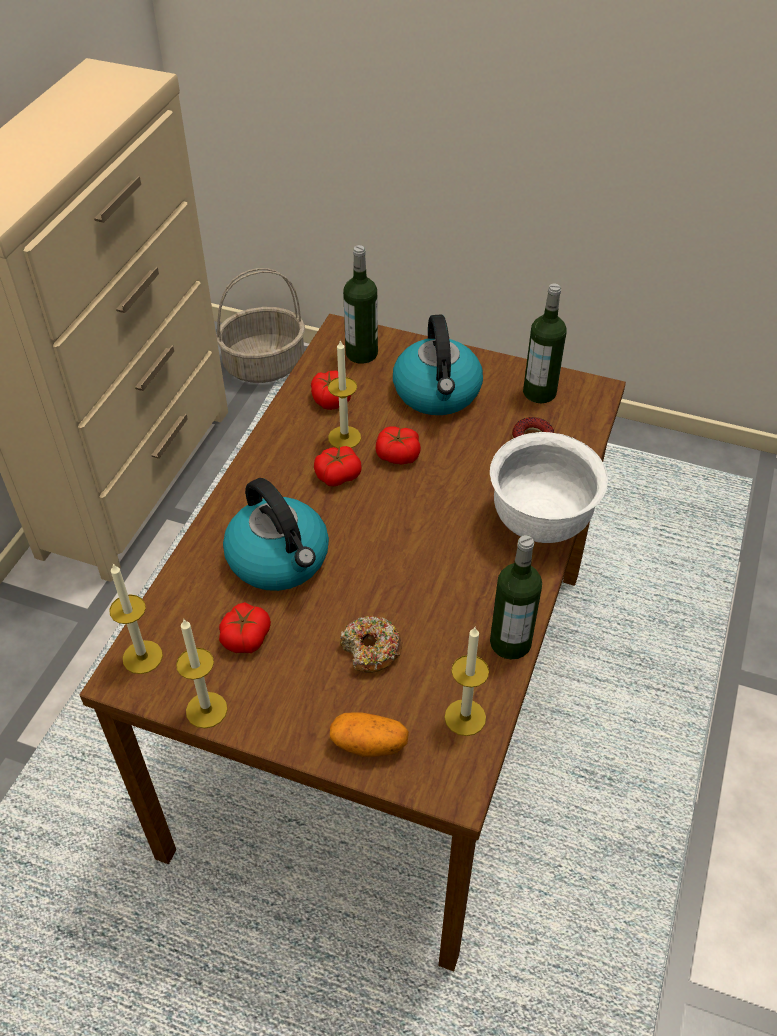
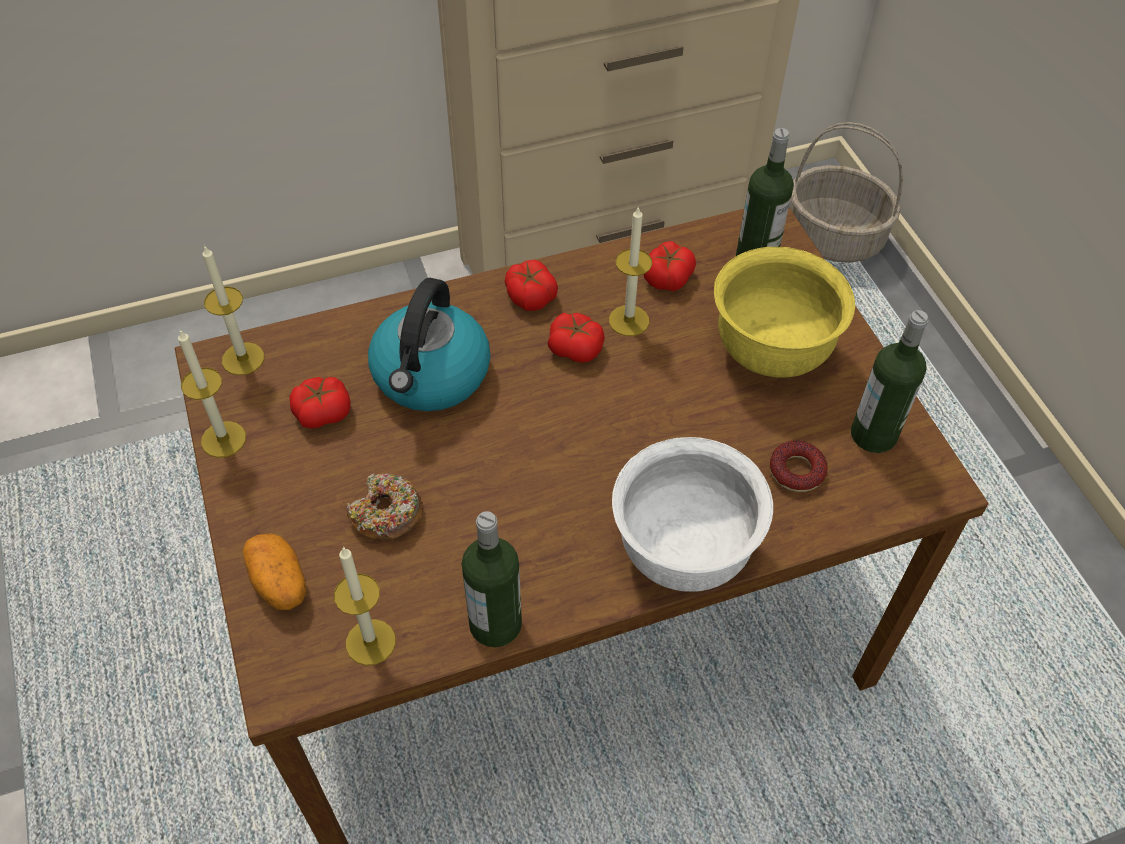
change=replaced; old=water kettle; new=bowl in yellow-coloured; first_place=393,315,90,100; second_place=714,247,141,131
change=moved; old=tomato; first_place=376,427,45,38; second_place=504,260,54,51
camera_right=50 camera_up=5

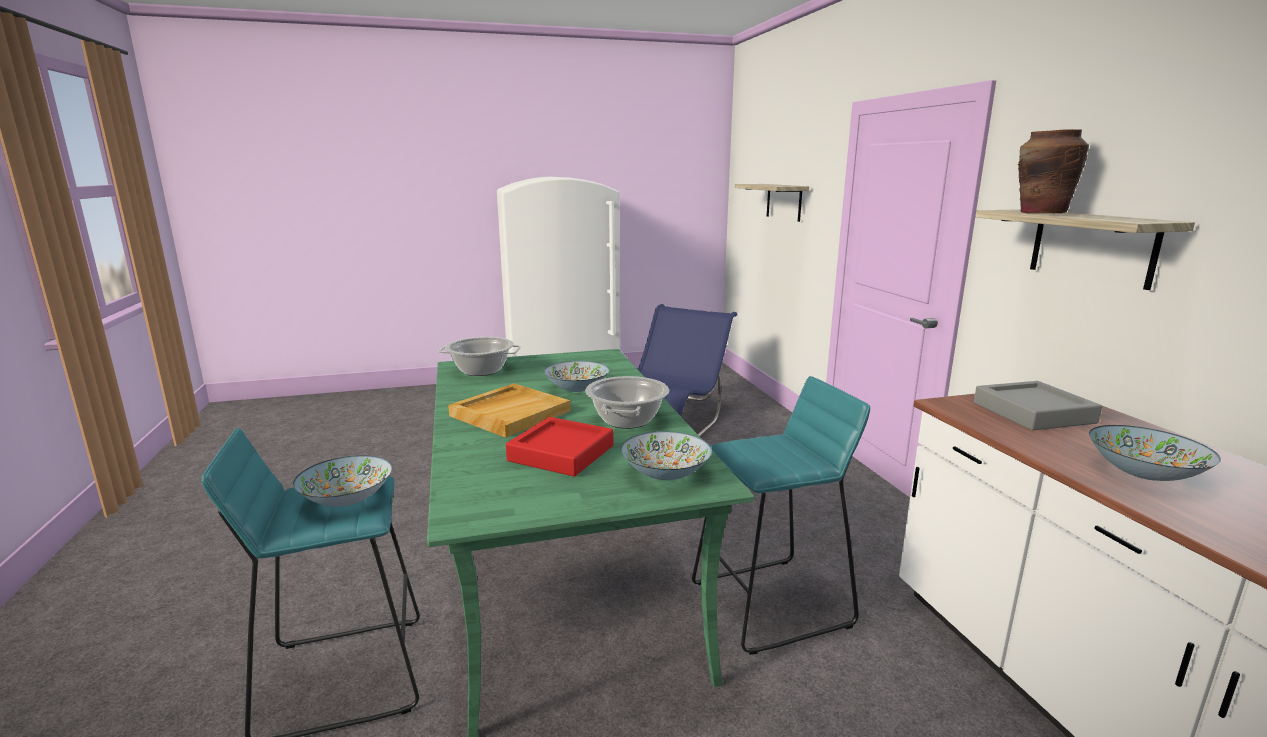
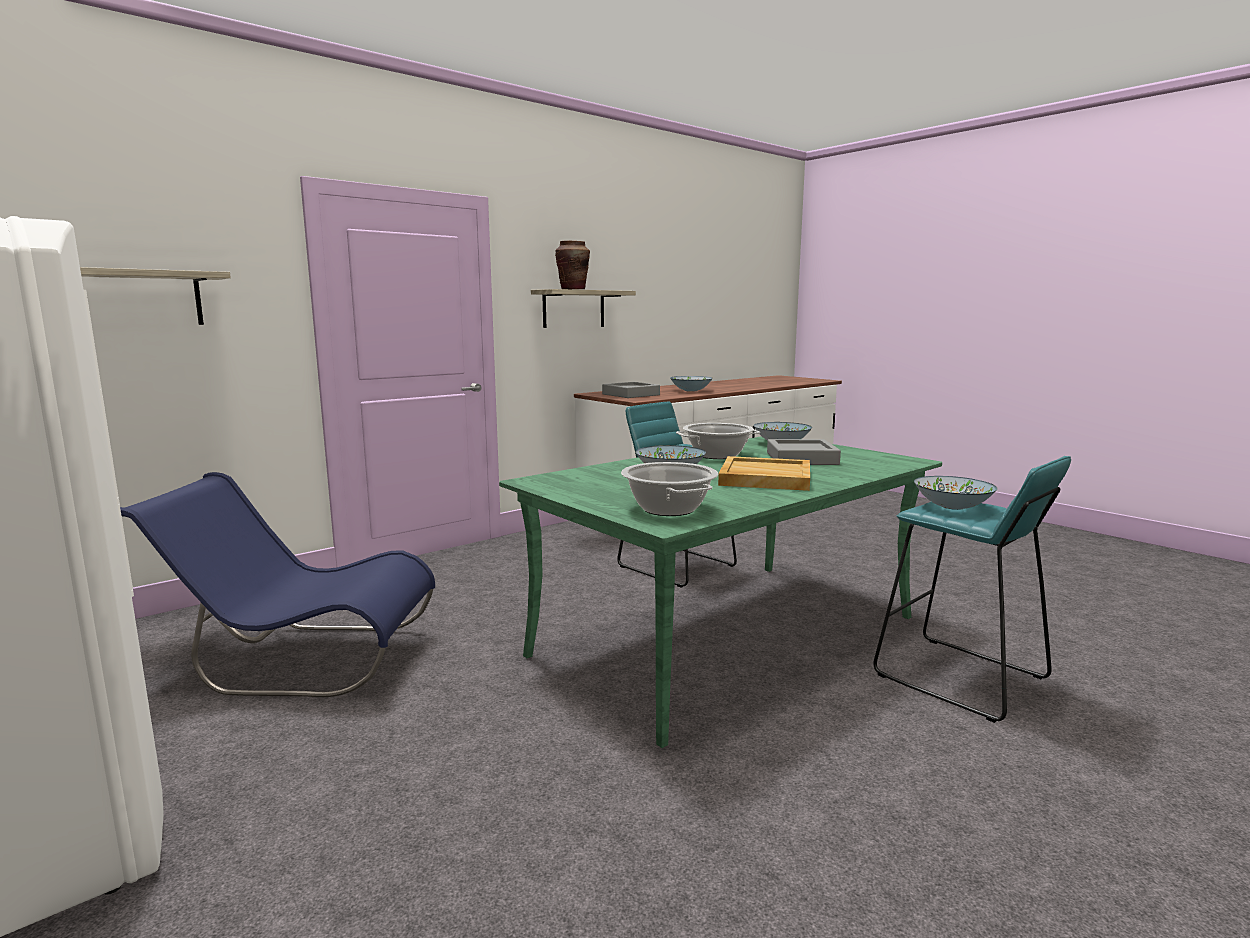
change=recoloured; old=tray in red-coloured; new=tray in greyish; first_place=506,417,107,60; second_place=767,439,74,26
camera_right=-115 camera_up=-5

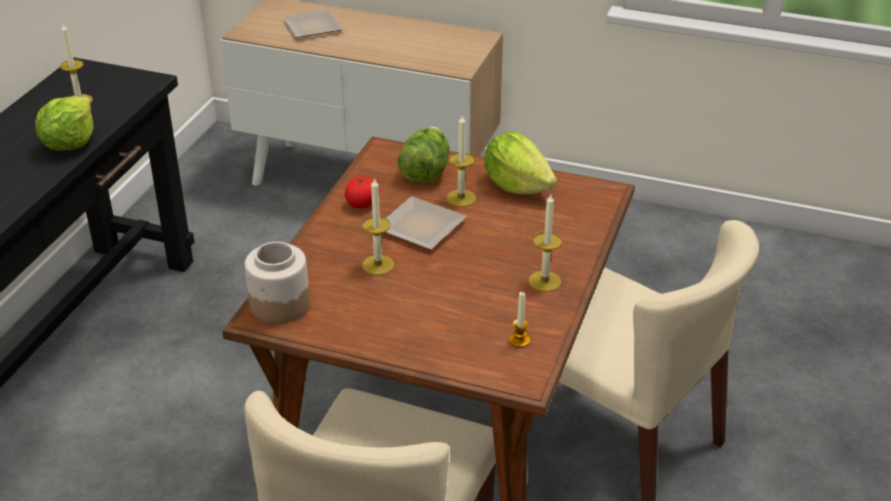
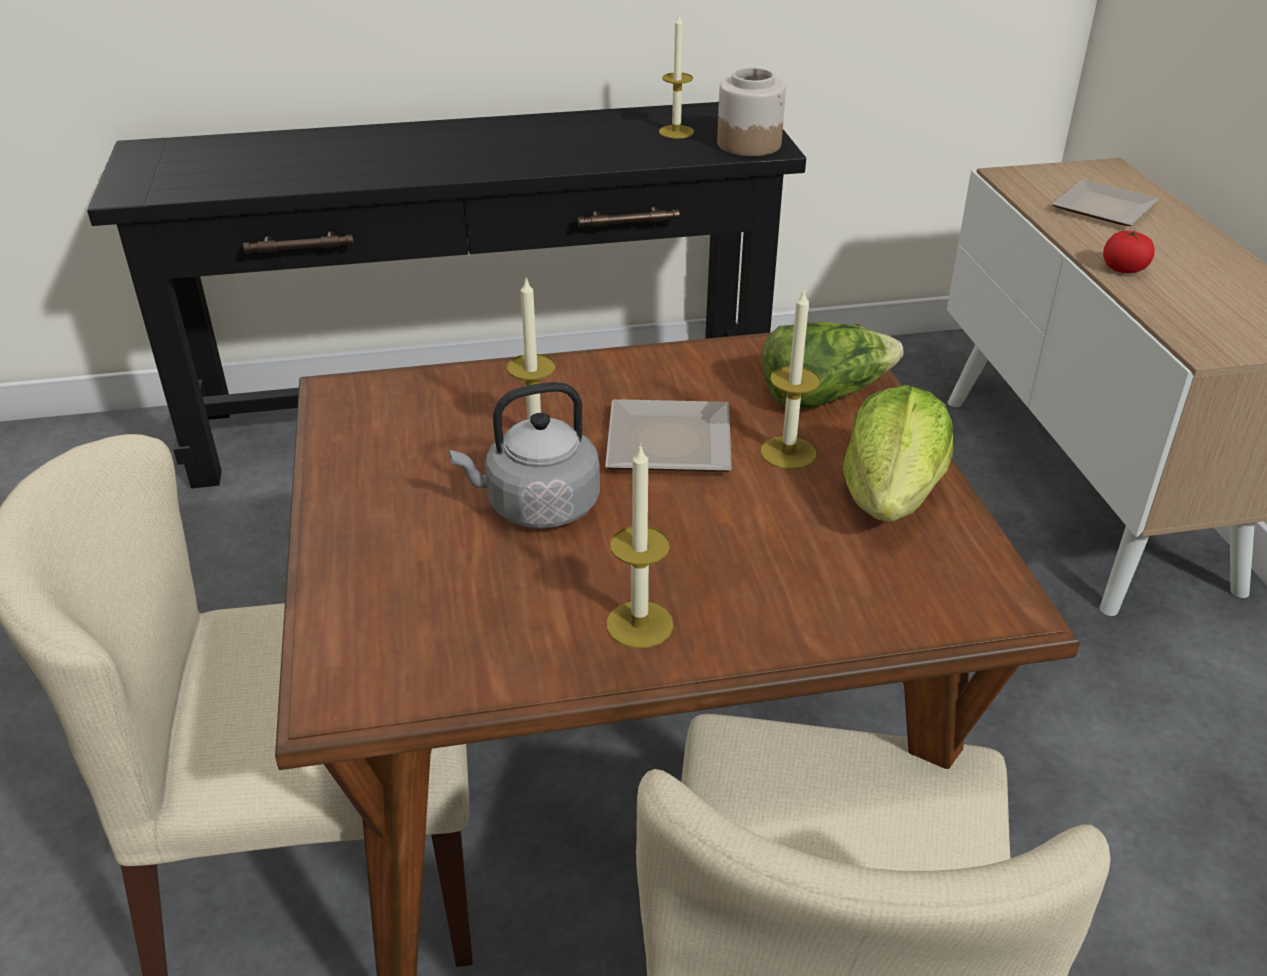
change=removed; old=head of lettuce; first_place=35,96,59,55
change=moved; old=tomato; first_place=345,177,35,32; second_place=1103,231,52,42
change=moved; old=preserve jar; first_place=245,242,65,82; second_place=717,68,69,88
change=removed; old=candle; first_place=509,292,21,56
change=added; new=water kettle in greyish; second_place=448,382,152,146
camera_right=60 camera_up=0

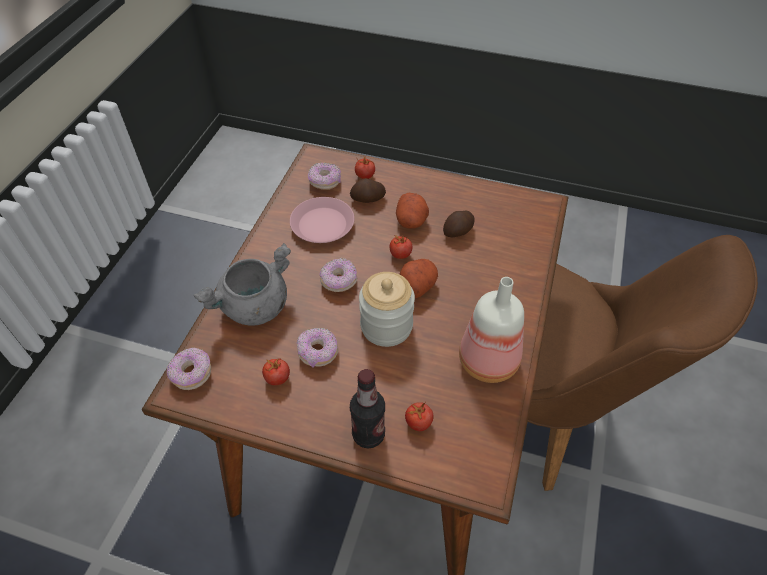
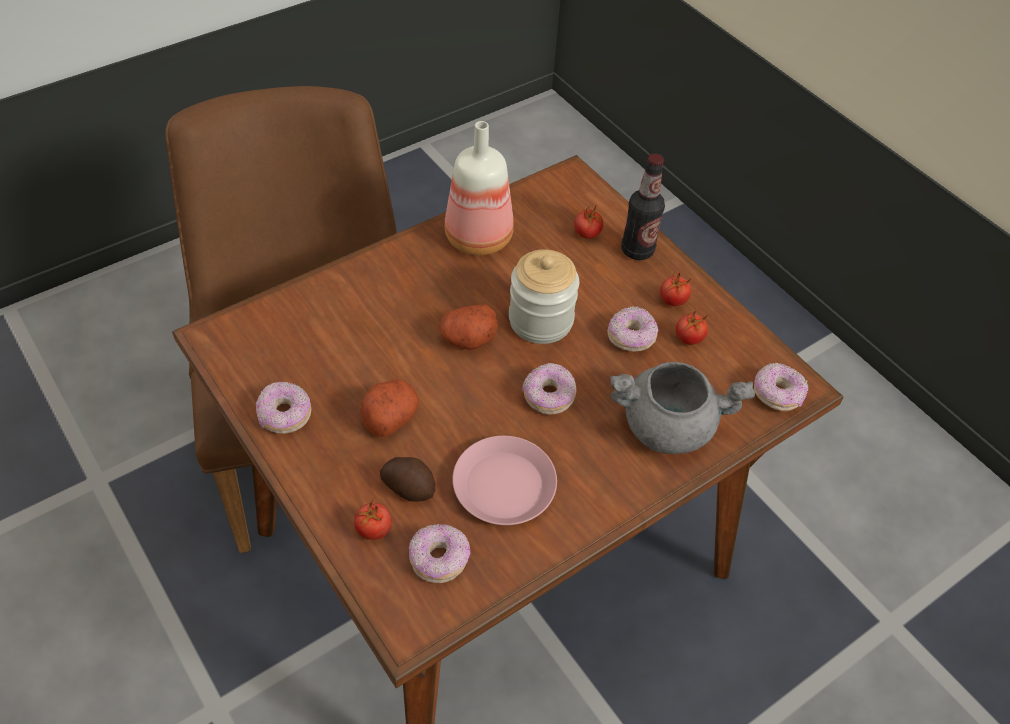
change=removed; old=potato; first_place=443,211,32,26
change=moved; old=tomato; first_place=389,235,23,24; second_place=660,270,31,36
change=added; new=ring doughnut; second_place=256,382,55,52
camera_right=-145 camera_up=0

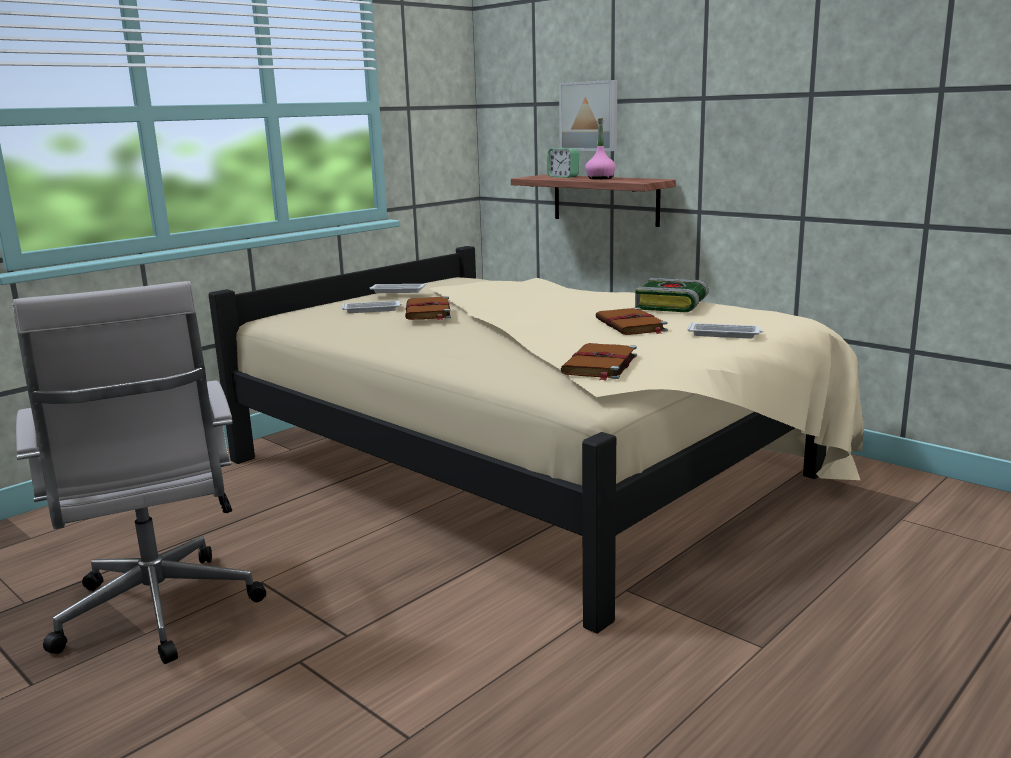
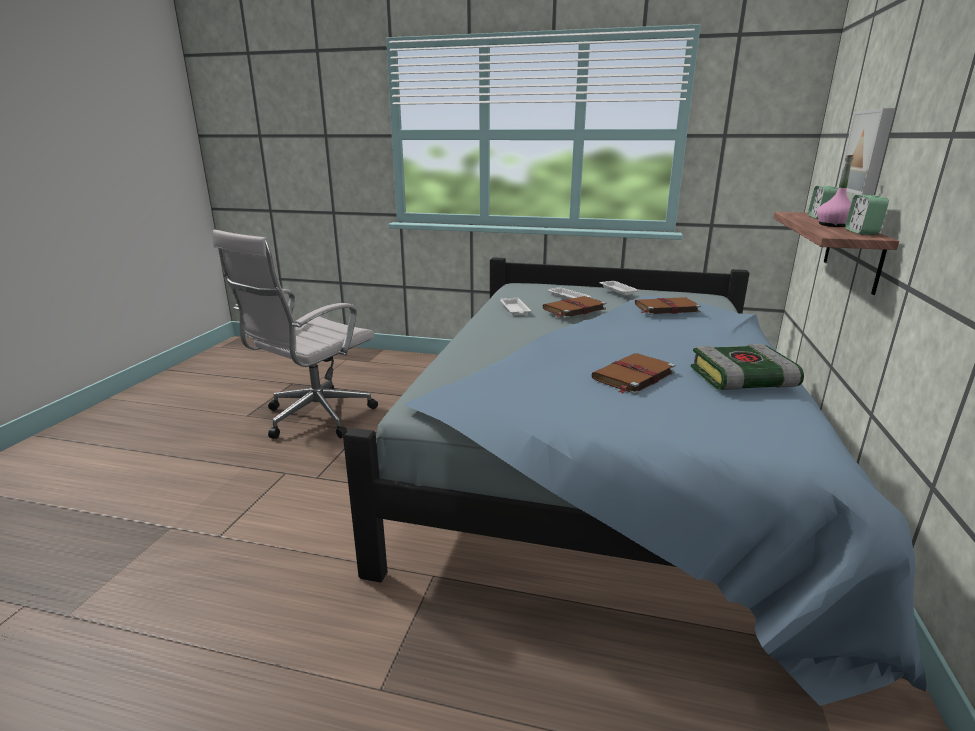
change=recoloured; old=bedroom bed in sand-coloured; new=bedroom bed in blue-coloured; first_place=208,246,656,388; second_place=343,257,584,449
change=moved; old=tray in white-coloured; first_place=687,322,76,17; second_place=500,298,31,18
change=moved; old=bound book in brownish; first_place=561,343,76,38; second_place=635,297,66,18
change=added; new=alarm clock; second_place=845,194,44,41
camera_right=60 camera_up=5

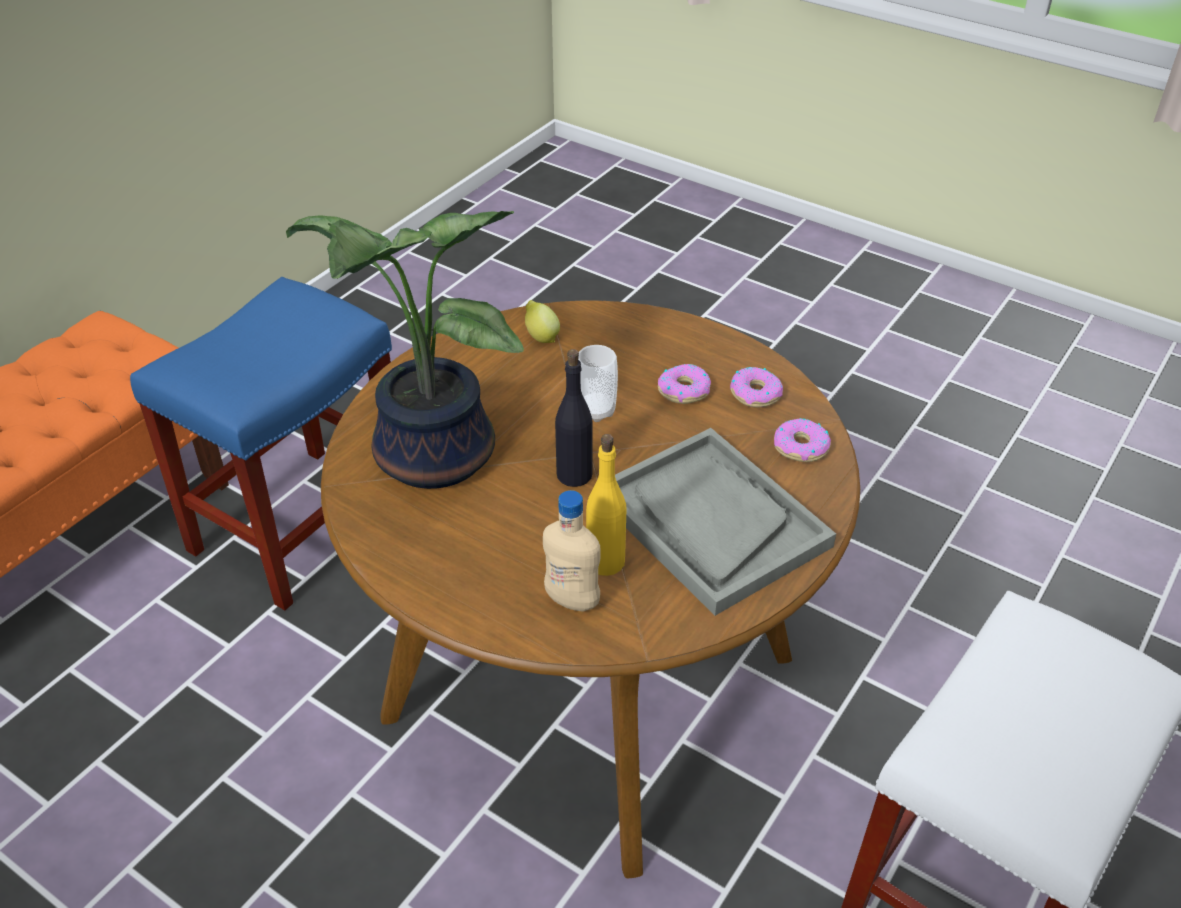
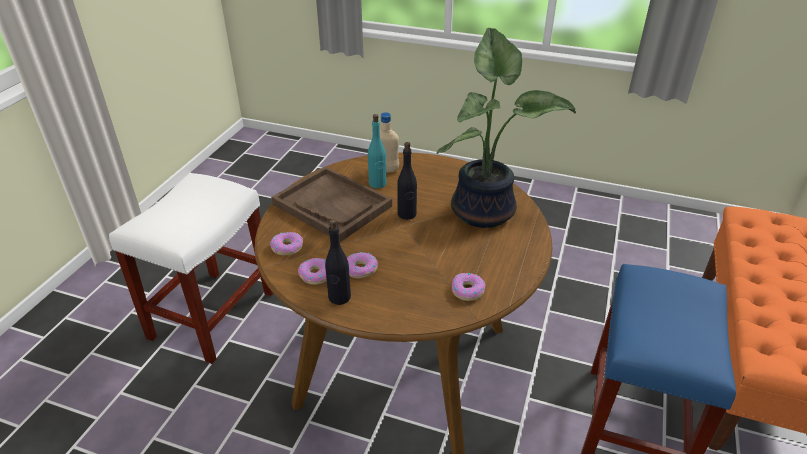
change=replaced; old=whole lemon; new=ring doughnut; first_place=525,300,35,43; second_place=452,273,33,28
change=removed; old=cup; first_place=578,345,40,77
change=recoloured; old=tray in greyish; new=tray in brownish; first_place=615,428,221,188; second_place=271,167,121,75
change=recoloured; old=drink bottle in yellow-coloured; new=drink bottle in turquoise; first_place=586,434,41,142; second_place=368,114,19,74
change=added; new=drink bottle in blackish; second_place=325,219,26,86
camera_right=165 camera_up=-5

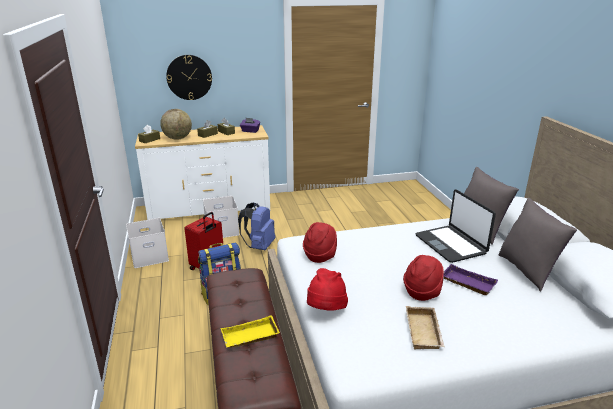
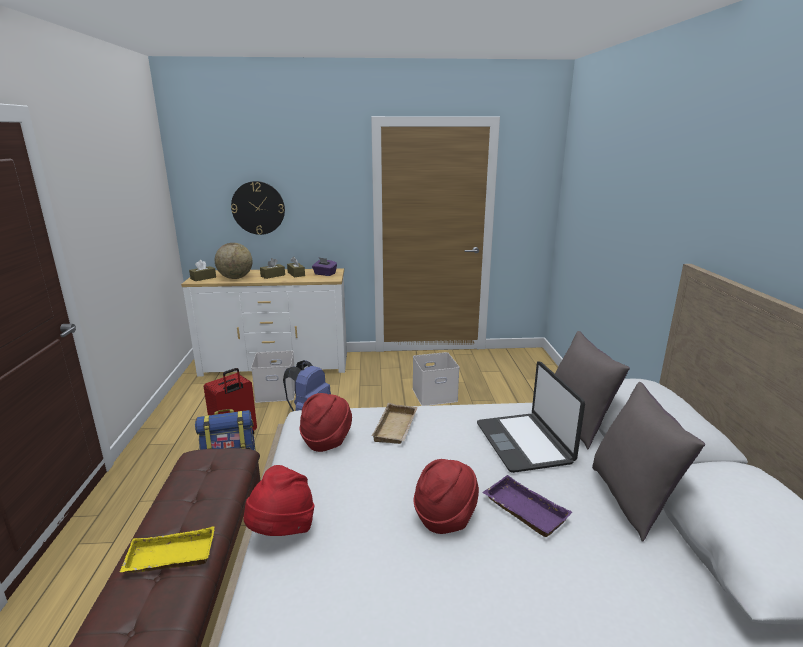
change=moved; old=storage container in white-coloured; first_place=126,218,43,50; second_place=413,352,47,54
change=moved; old=tray in sand-coloured; first_place=406,306,39,43; second_place=371,403,46,41
camera_right=10 camera_up=-5

